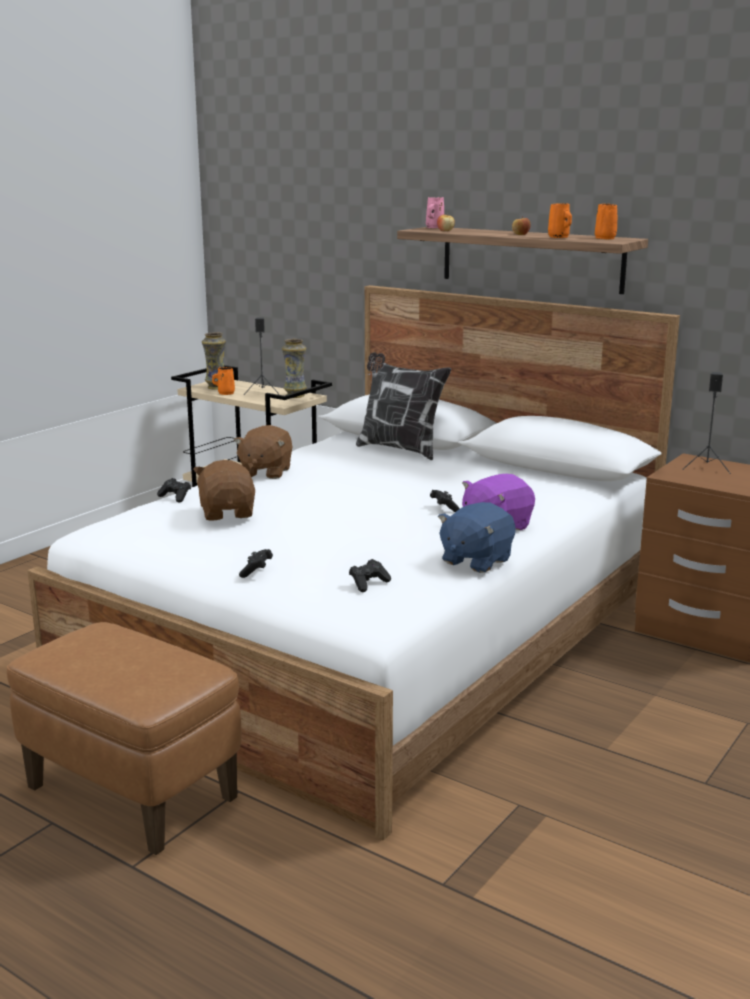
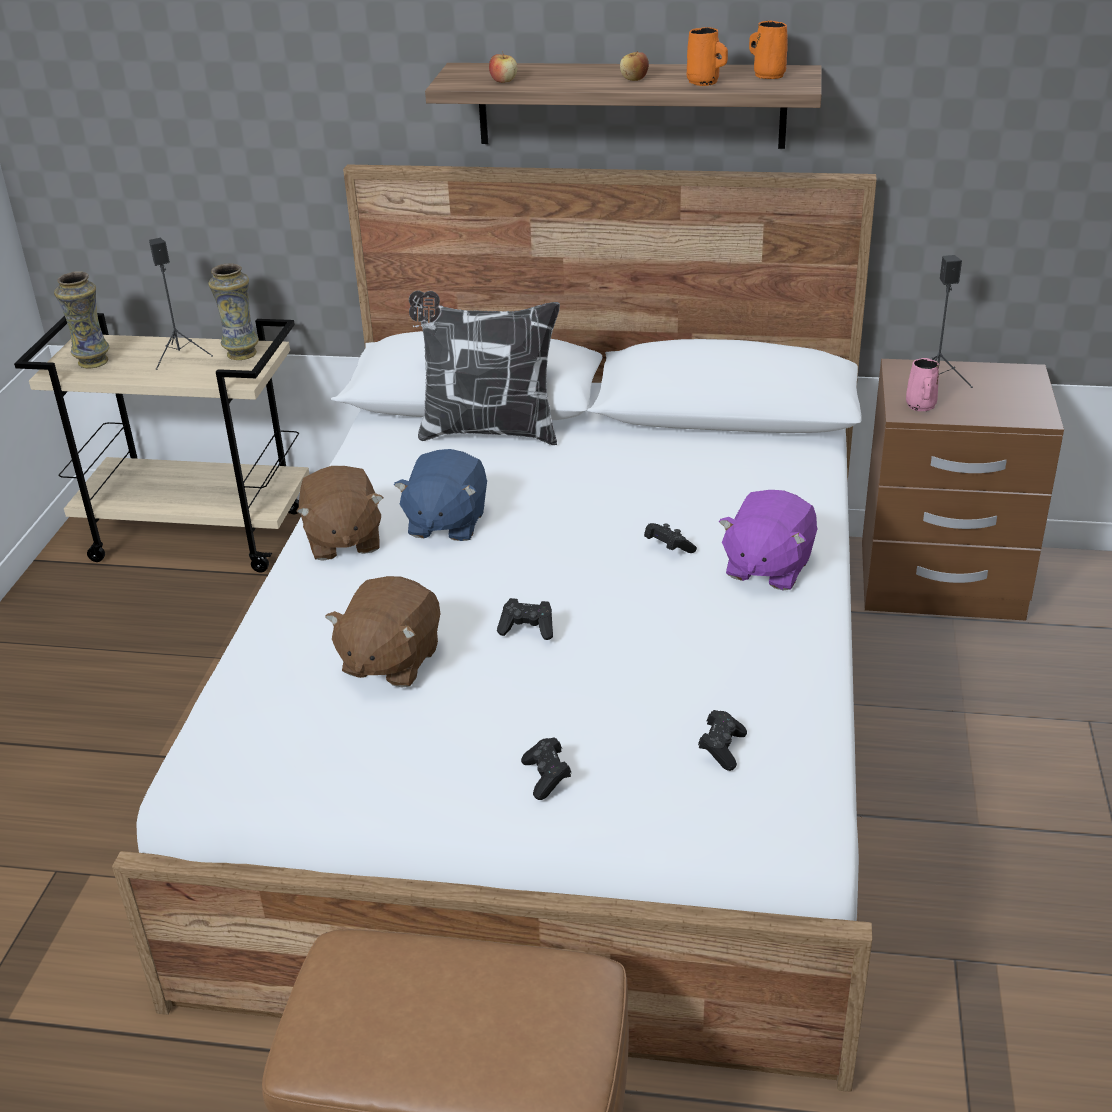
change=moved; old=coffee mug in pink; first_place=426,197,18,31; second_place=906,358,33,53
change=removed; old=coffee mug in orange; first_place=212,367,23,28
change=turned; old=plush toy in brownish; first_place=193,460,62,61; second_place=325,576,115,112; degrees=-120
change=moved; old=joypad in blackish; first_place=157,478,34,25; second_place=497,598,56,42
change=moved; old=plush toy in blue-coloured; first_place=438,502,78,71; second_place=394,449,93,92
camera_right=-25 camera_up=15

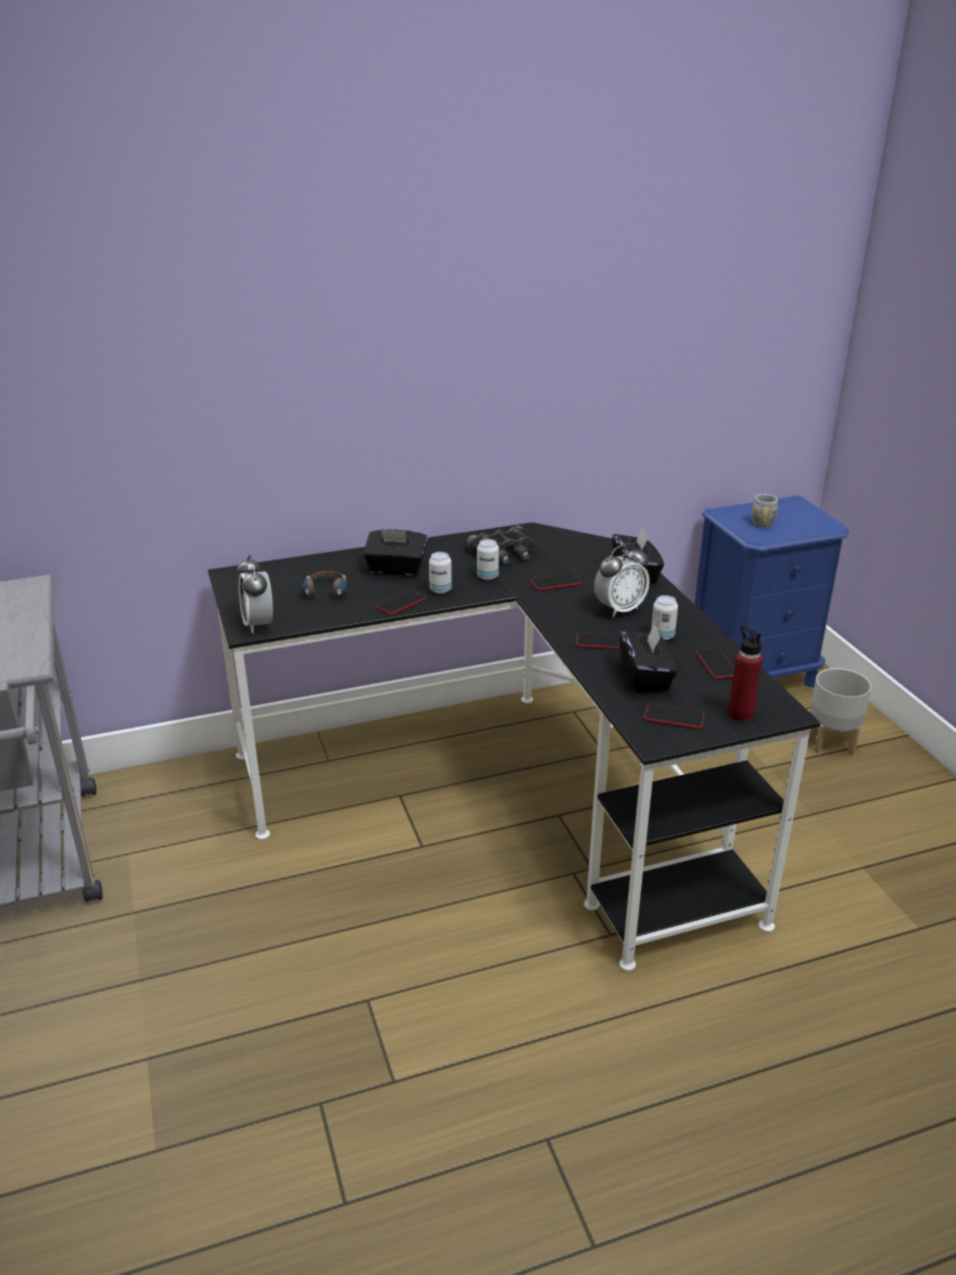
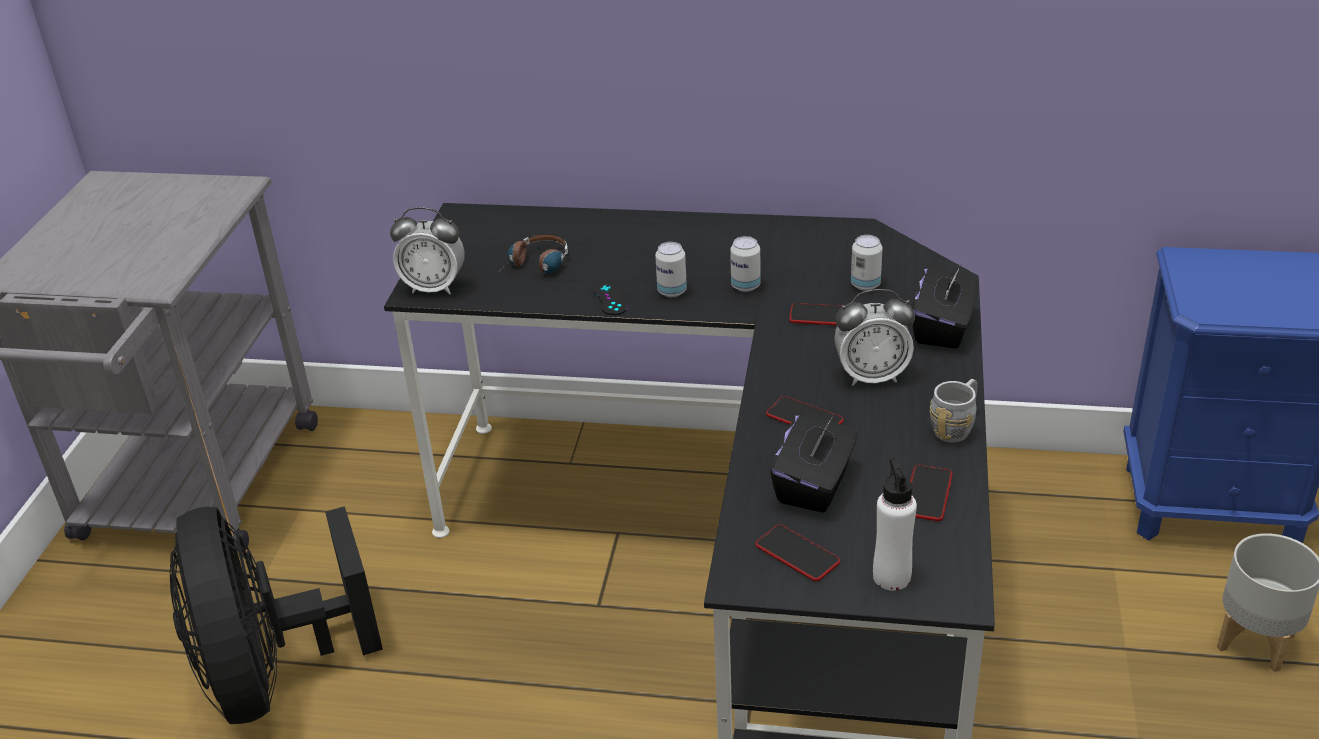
change=moved; old=coffee mug in greyish; first_place=752,493,26,34; second_place=930,379,48,64
change=removed; old=field glasses in blackish; first_place=466,526,71,39
change=removed; old=tissue box in blackish; first_place=363,528,65,48
change=turned; old=alarm clock; first_place=237,555,36,78; second_place=390,207,75,88; degrees=-90
change=replaced; old=phone; new=joypad in blackish; first_place=376,590,50,25; second_place=593,282,35,33
change=moved; old=sealed can; first_place=651,595,27,45; second_place=851,235,32,56
change=recoloured; old=drink bottle in red-coloured; new=drink bottle in white-coloured; first_place=728,626,35,95; second_place=873,458,44,133
change=added; new=fan in blackish; second_place=170,506,213,218
camera_right=30 camera_up=5

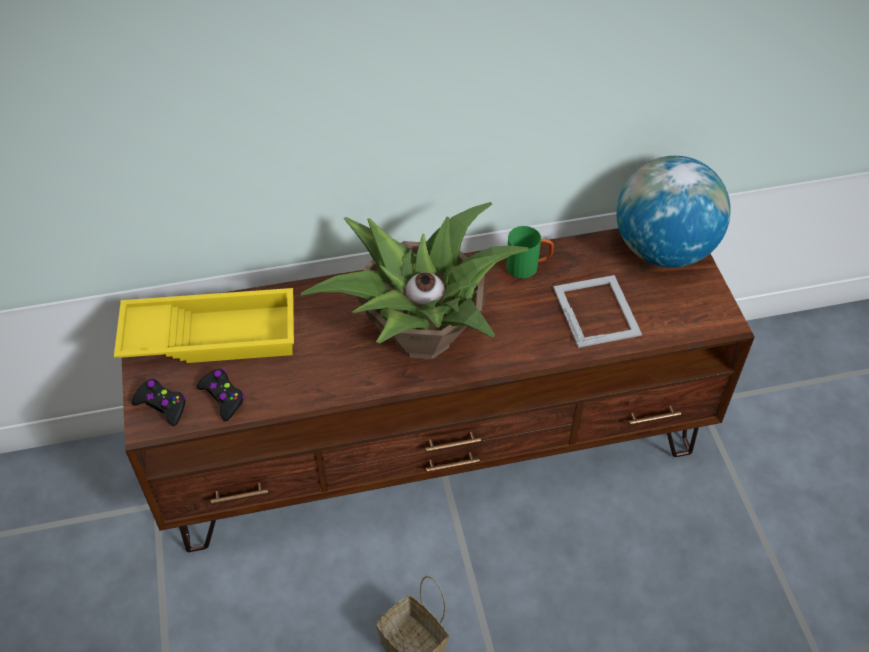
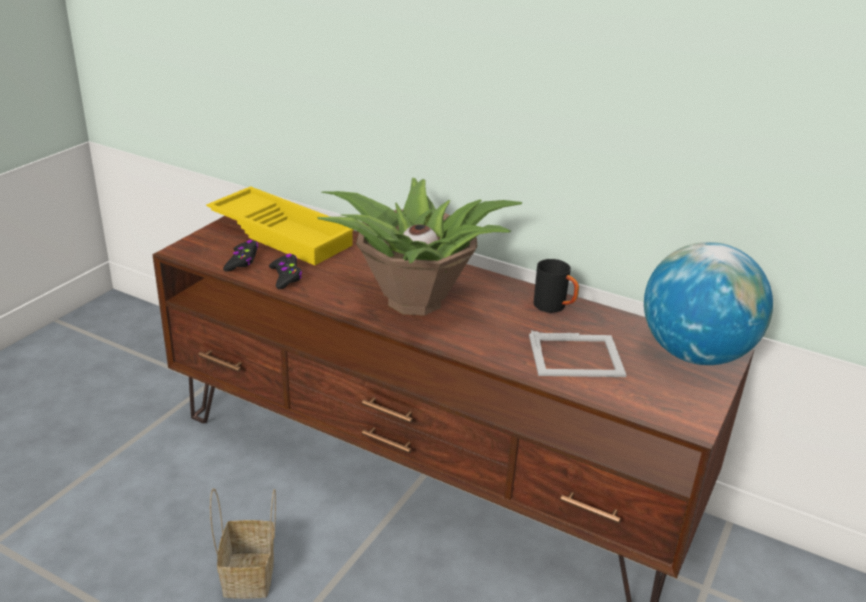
change=recoloured; old=coffee mug in green-coloured; new=coffee mug in blackish; first_place=506,226,48,53; second_place=533,259,46,54
change=turned; old=standing frame; first_place=553,275,89,73; second_place=529,330,98,47; degrees=60
change=moved; old=joypad in blackish; first_place=132,378,54,48; second_place=269,253,33,36
camera_right=40 camera_up=-20

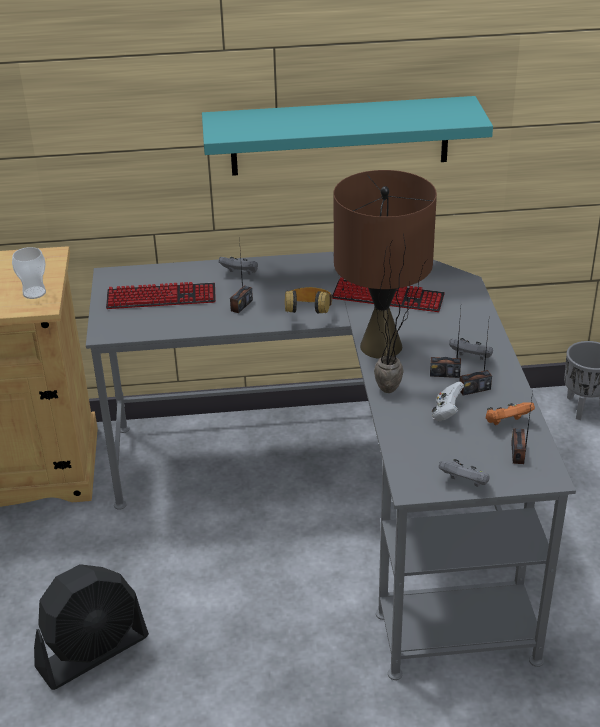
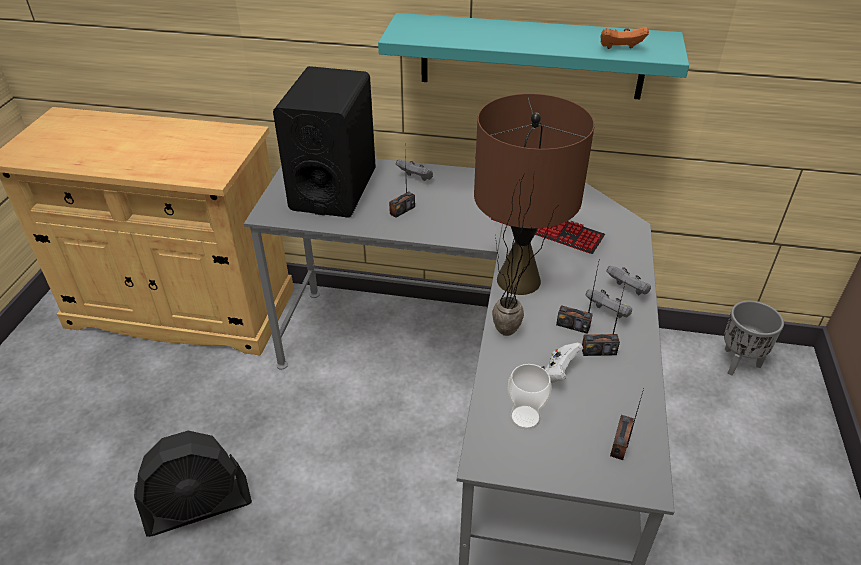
change=moved; old=cup; first_place=12,247,34,52; second_place=507,364,45,66
change=replaced; old=keyboard; new=audio speaker in blackish; first_place=106,282,110,27; second_place=273,66,103,152
change=removed; old=headset; first_place=285,287,47,27
change=moved; old=joypad in orange; first_place=486,402,49,23; second_place=601,27,48,22
change=moved; old=joypad in greyish; first_place=439,459,51,28; second_place=606,266,45,29
camera_right=15 camera_up=5

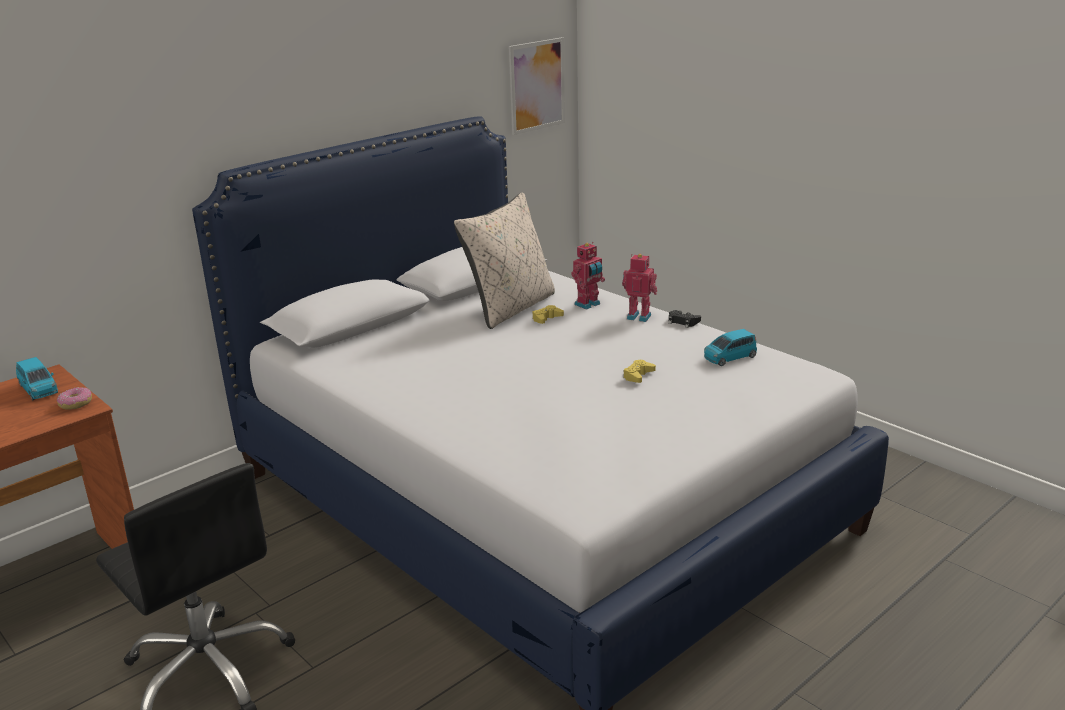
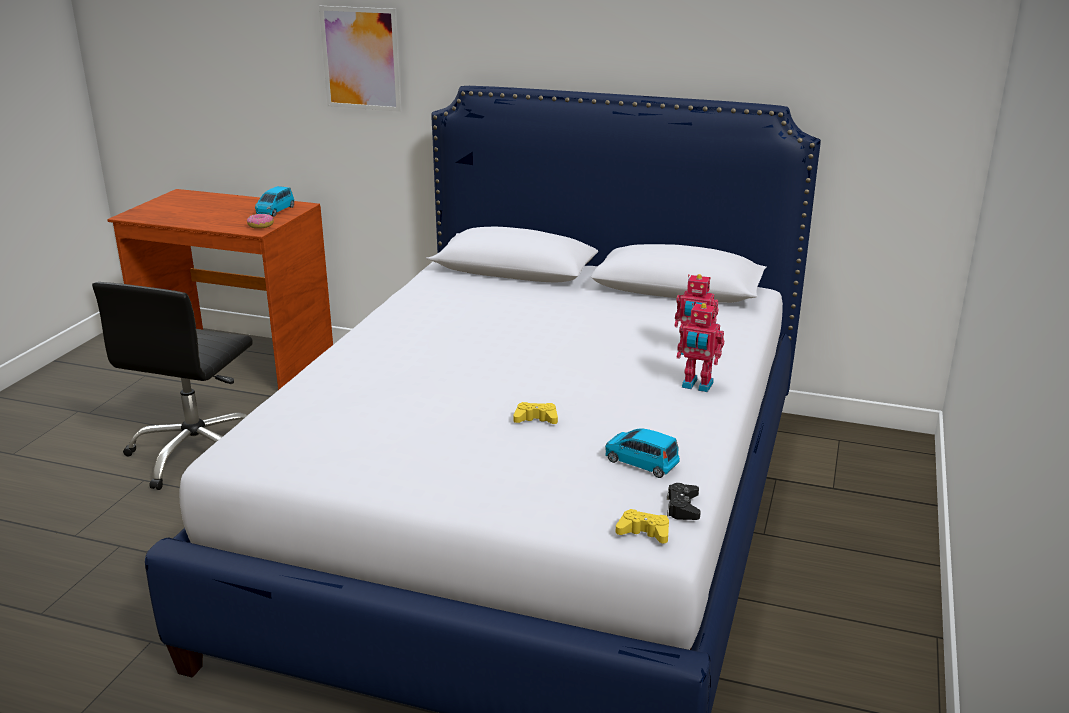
change=moved; old=picture; first_place=509,37,56,98; second_place=319,6,83,106
change=removed; old=cushion in sand-coloured; first_place=454,193,101,136
change=turned; old=toy robot; first_place=622,254,35,68; second_place=677,303,47,89; degrees=120
change=moved; old=joypad in yellow-coloured; first_place=533,305,31,19; second_place=616,509,53,34
change=moved; old=joypad in blackish; first_place=669,310,32,18; second_place=667,483,34,37
camera_right=60 camera_up=0

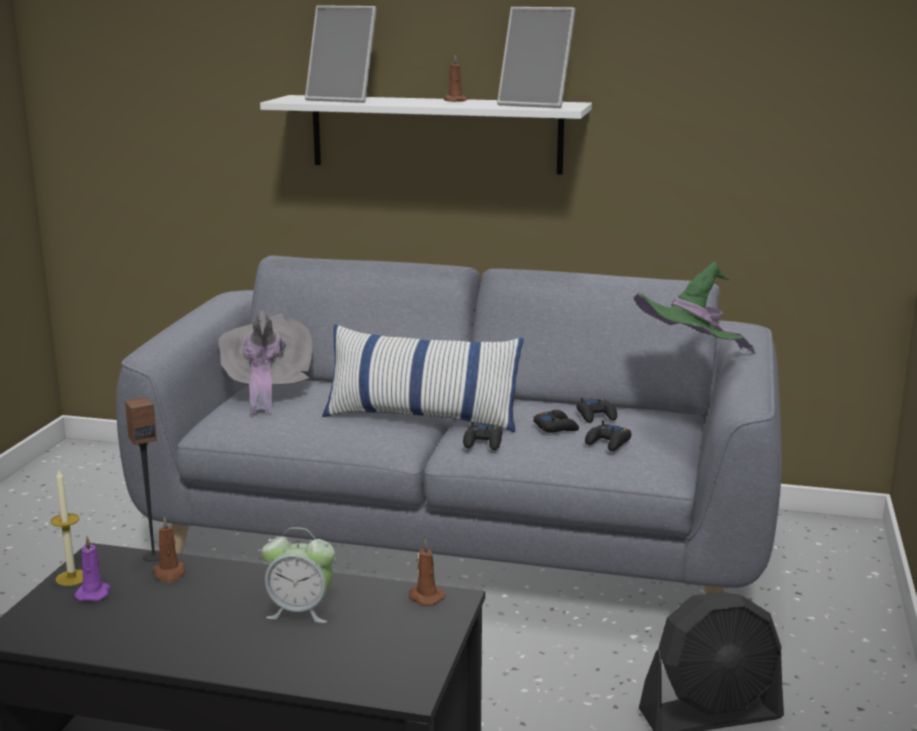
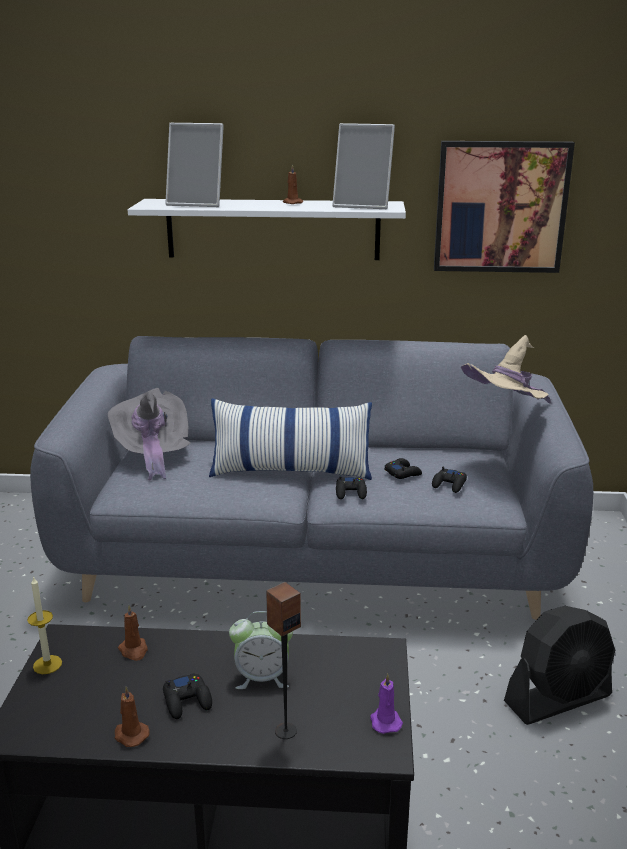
change=recoloured; old=clothing hat in green-coloured; new=clothing hat in sand-coloured; first_place=634,262,122,92; second_place=461,335,90,69
change=moved; old=audio speaker; first_place=125,397,35,164; second_place=266,582,35,157
change=moved; old=joypad in blackish; first_place=576,398,41,25; second_place=163,673,49,46
change=moved; old=candle in purplish; first_place=75,536,36,65; second_place=370,674,33,60
change=moved; old=candle in brownish; first_place=409,539,36,67; second_place=115,686,35,61
change=added; new=picture; second_place=434,141,141,132
camera_right=-10 camera_up=5

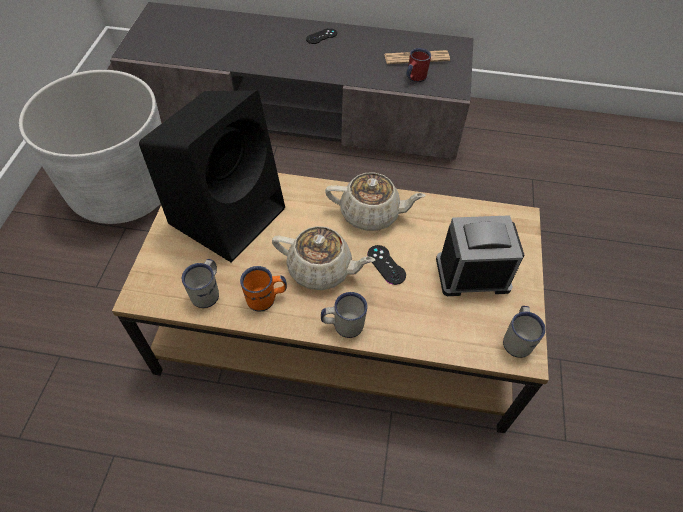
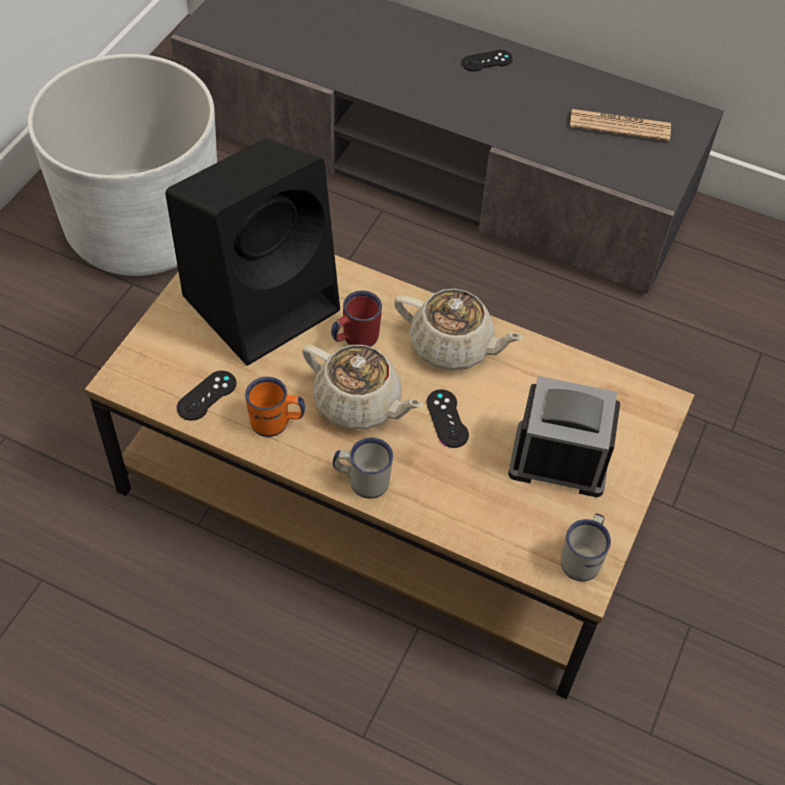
change=moved; old=coffee mug in red-coloured; first_place=406,48,25,34; second_place=331,291,51,56
change=replaced; old=coffee mug in white-coloured; new=joypad in blackish; first_place=182,259,37,49; second_place=177,371,59,50
camera_right=15 camera_up=0

